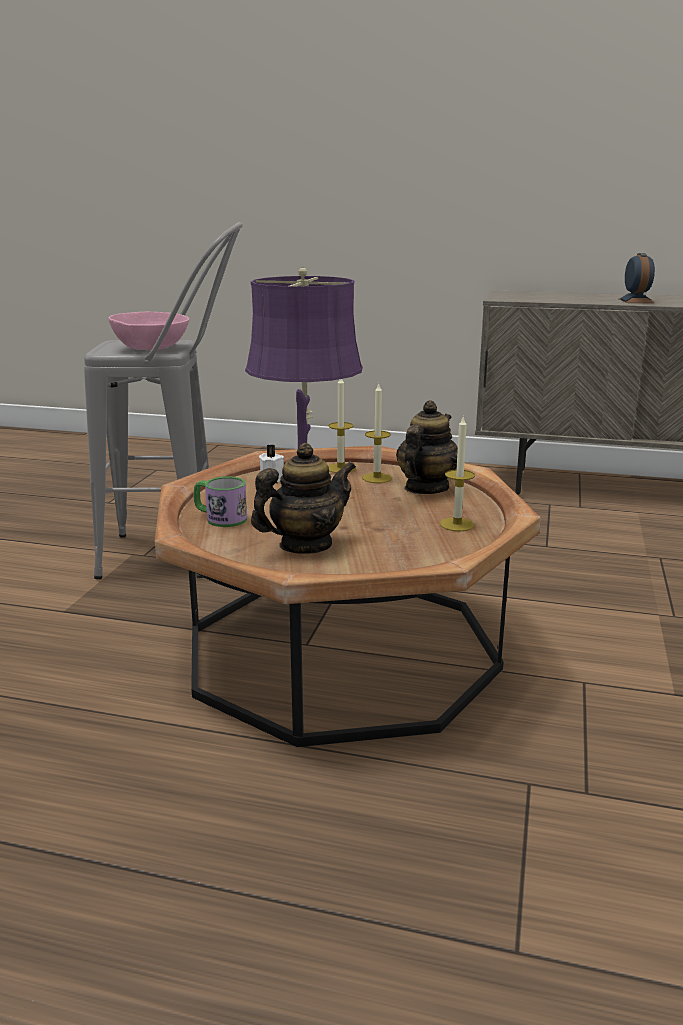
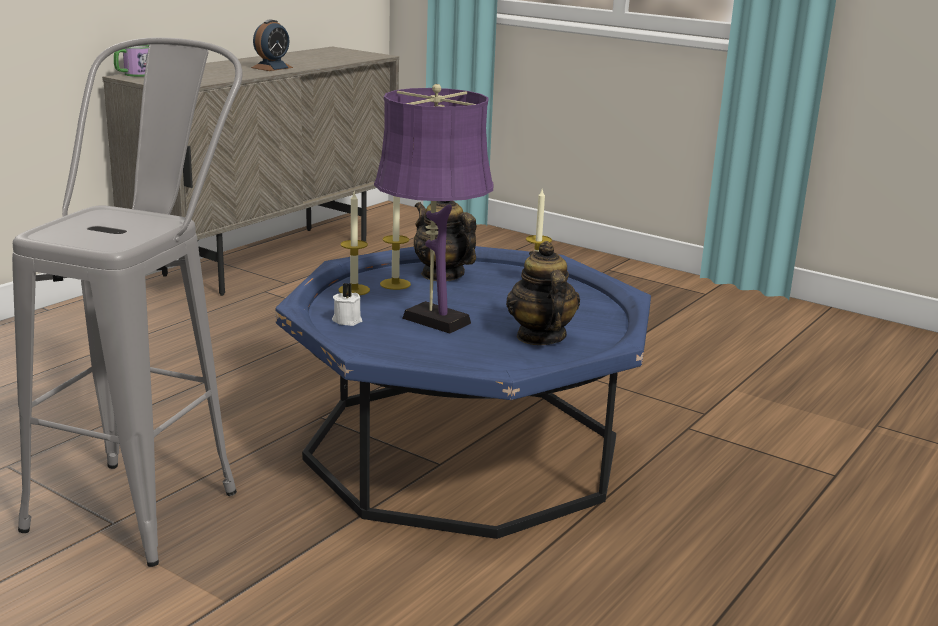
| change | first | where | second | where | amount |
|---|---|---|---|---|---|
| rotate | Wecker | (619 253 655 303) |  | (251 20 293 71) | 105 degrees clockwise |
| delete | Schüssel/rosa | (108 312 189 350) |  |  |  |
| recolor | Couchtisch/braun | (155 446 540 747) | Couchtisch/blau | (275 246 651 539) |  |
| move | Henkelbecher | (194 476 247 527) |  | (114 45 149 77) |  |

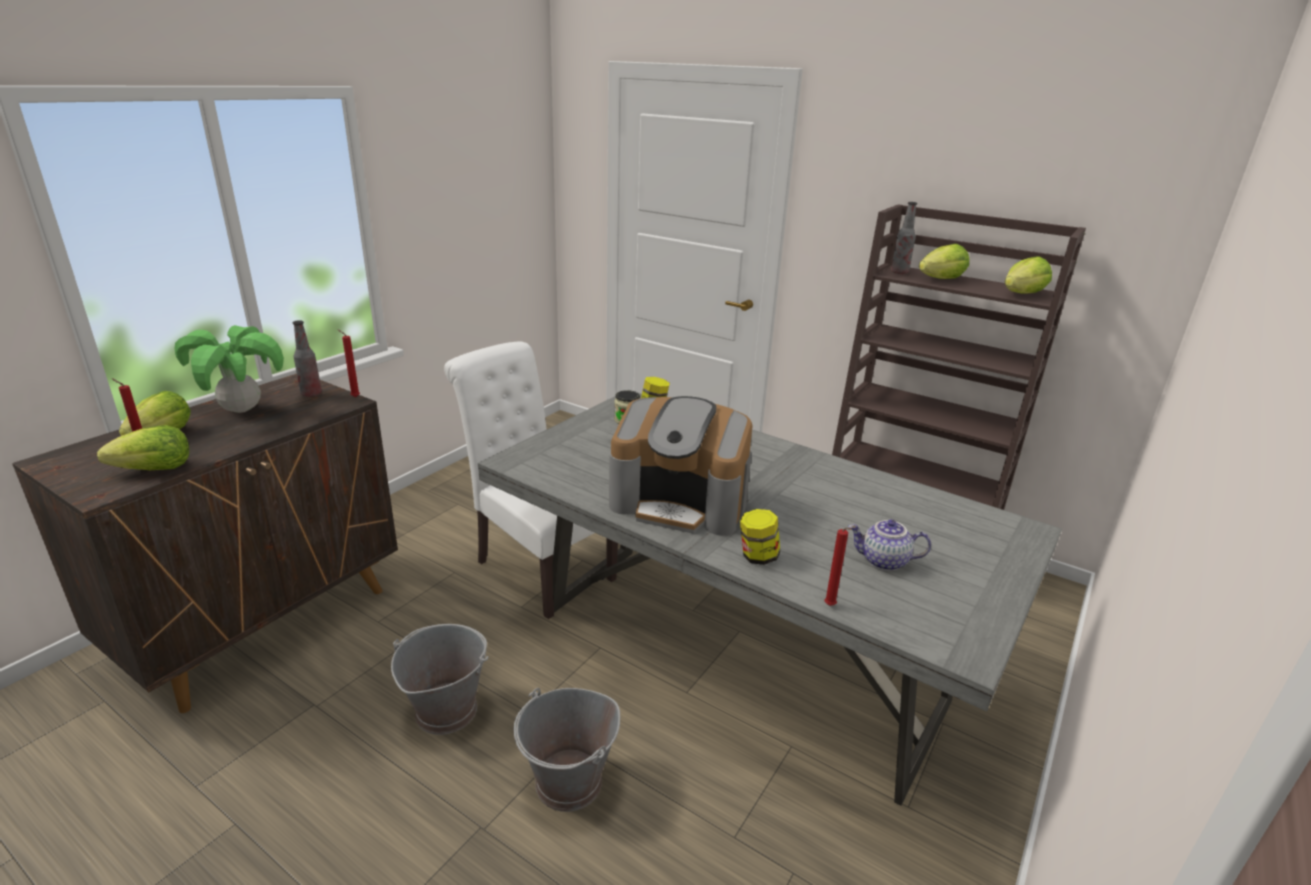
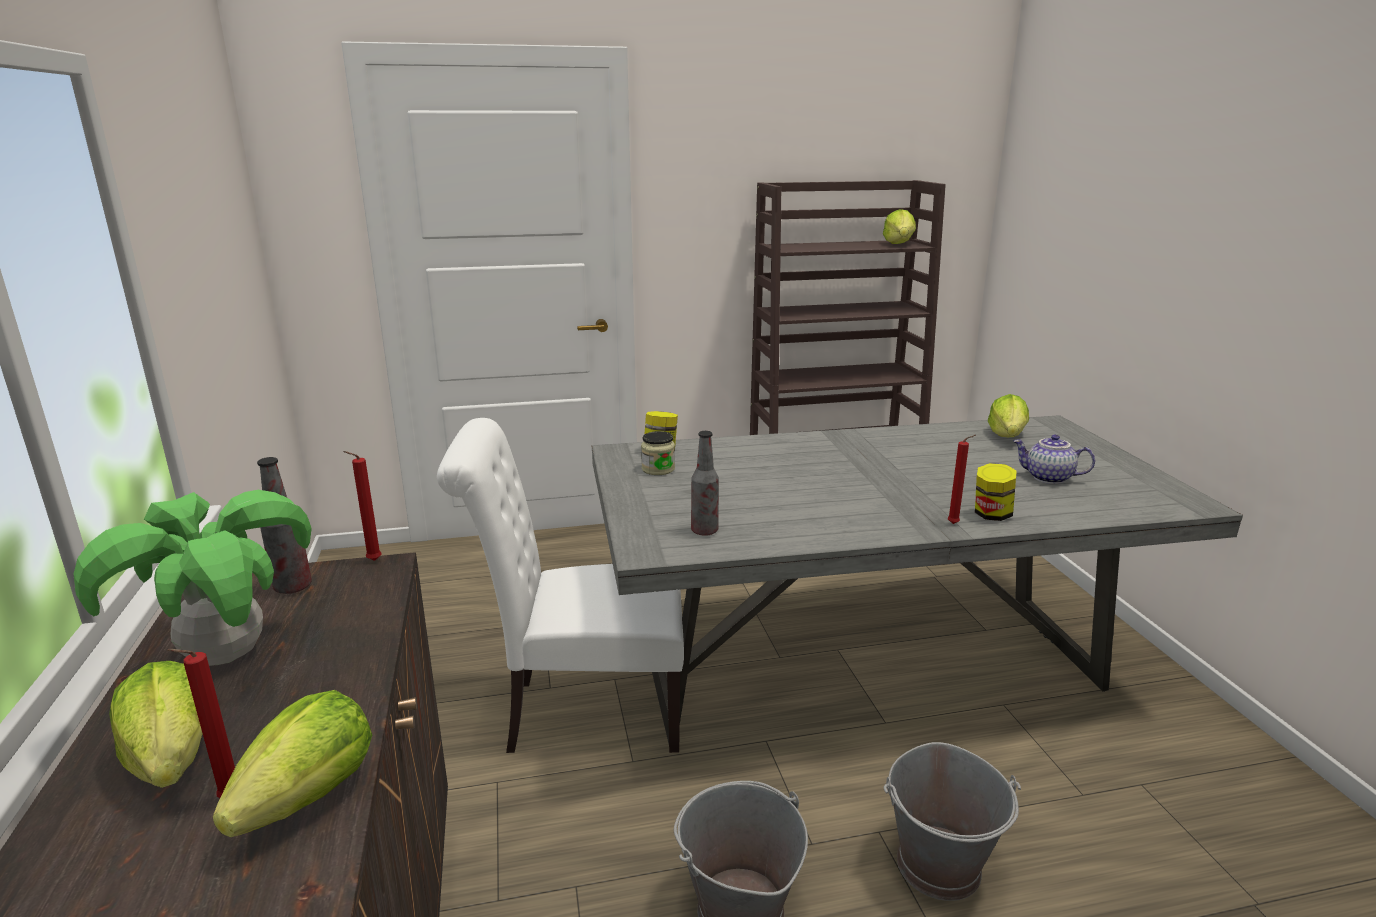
| change | first | where | second | where | amount |
|---|---|---|---|---|---|
| move | Flasche | (891 202 917 274) |  | (691 431 719 536) |  |
| move | Salatkopf | (919 244 969 279) |  | (988 394 1029 437) |  |
| delete | Kaffeemaschine | (609 396 753 536) |  |  |  |
| rotate | Teekanne | (848 520 931 571) |  | (1013 435 1095 484) | 60 degrees clockwise |
| move | Kerze/rot | (824 528 851 606) |  | (948 435 976 524) |  |

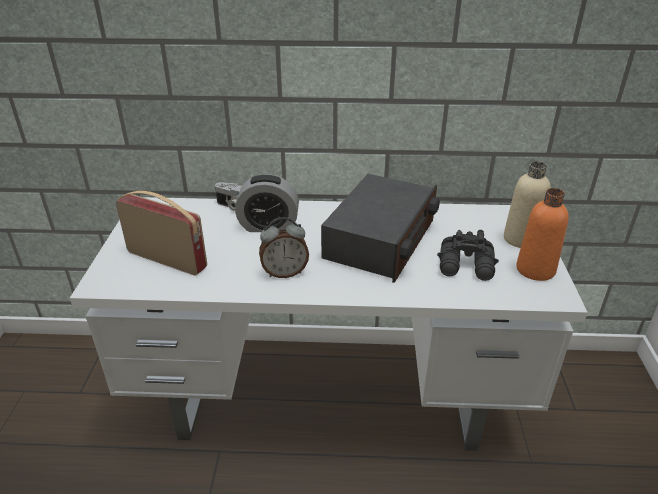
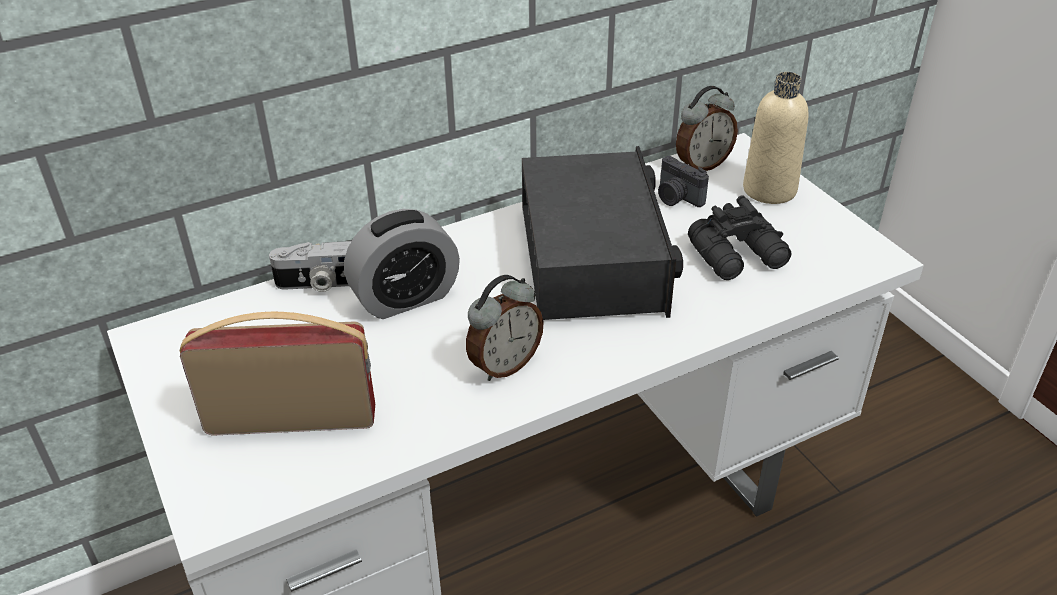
| change | first | where | second | where | amount |
|---|---|---|---|---|---|
| delete | Flasche/orange | (516 188 568 281) |  |  |  |
| insert |  |  | Wecker | (676 86 738 171) |  |
| insert |  |  | Kamera | (658 156 709 207) |  |

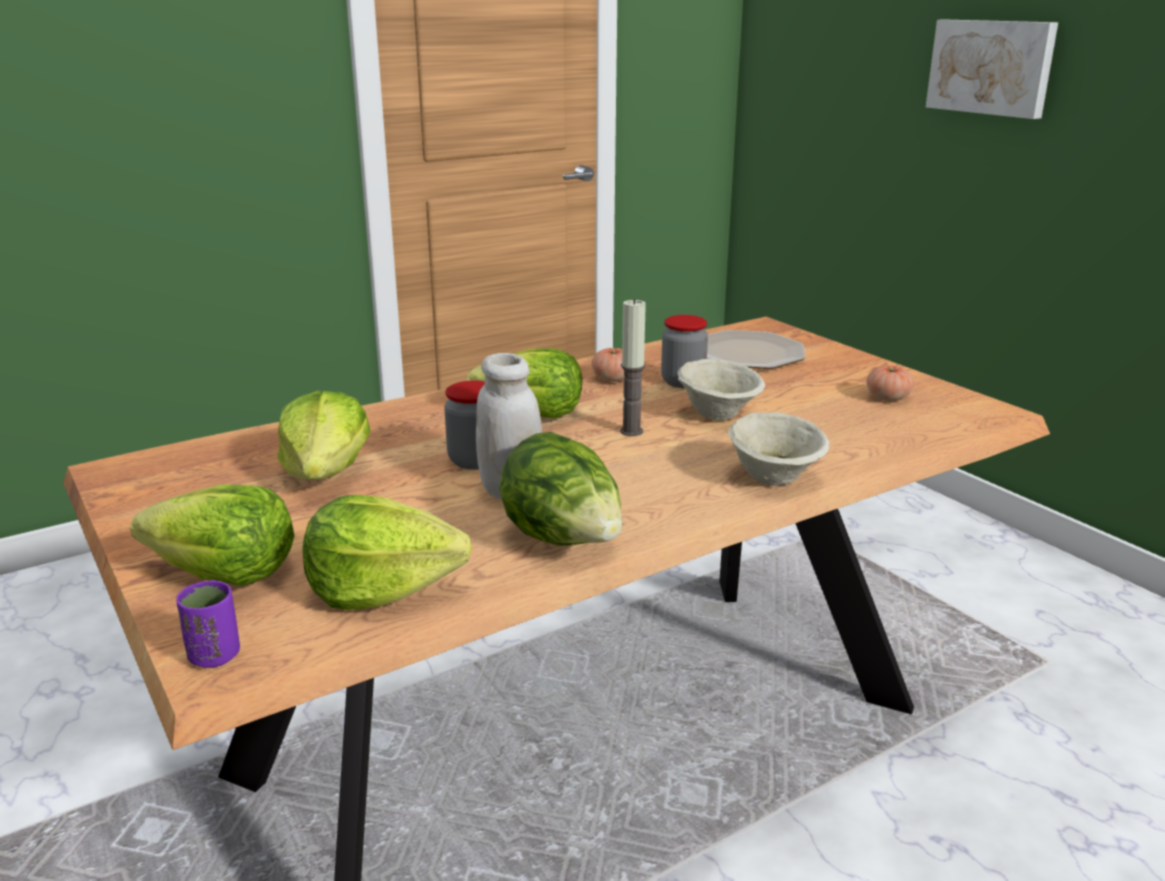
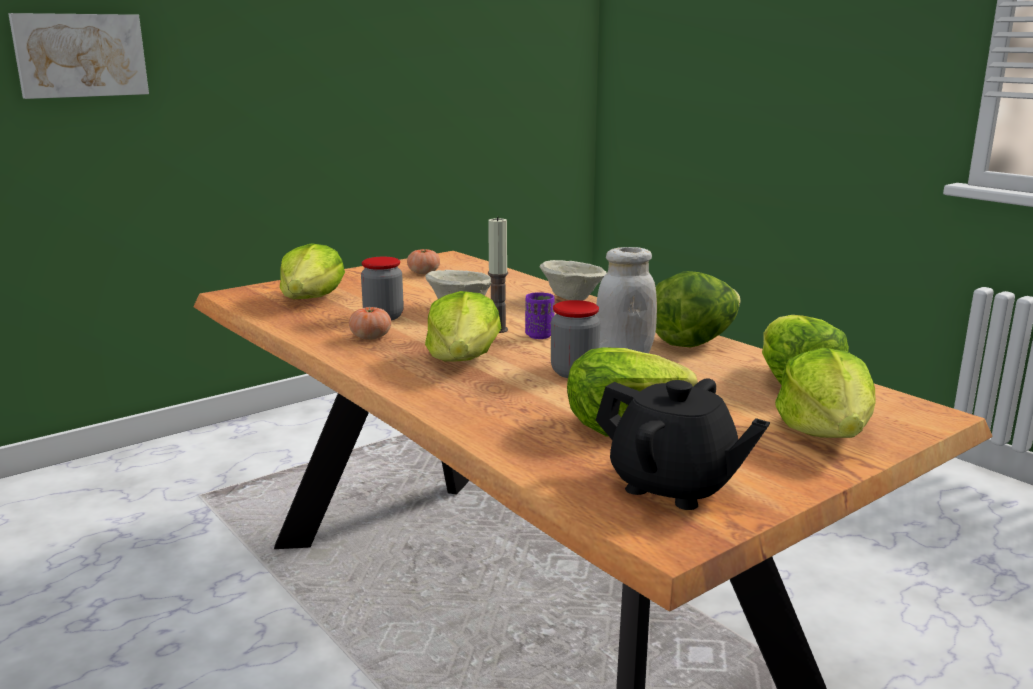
| change | first | where | second | where | amount |
|---|---|---|---|---|---|
| replace | Teller | (707 330 805 369) | Salatkopf | (280 243 345 299) |  |
| move | Tasse/lila | (176 580 240 668) |  | (525 292 555 339) |  |
| insert |  |  | Teekanne/schwarz | (596 378 770 510) |  |

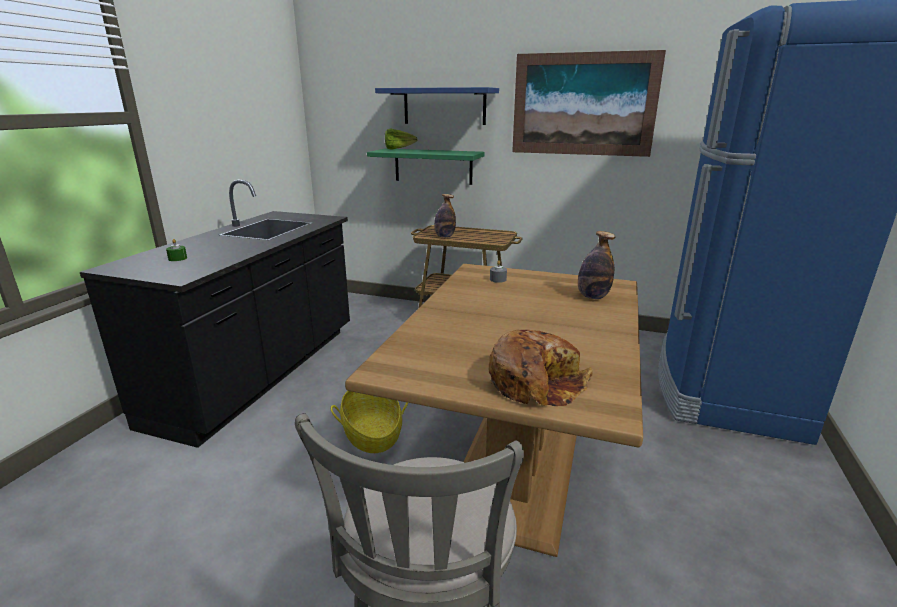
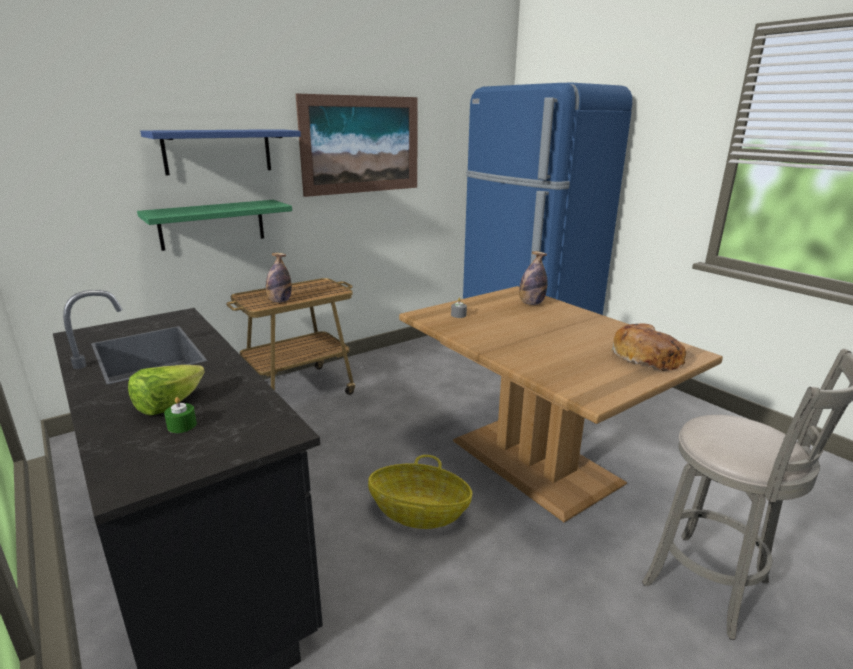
| change | first | where | second | where | amount |
|---|---|---|---|---|---|
| move | Salatkopf | (385 129 418 149) |  | (128 365 205 415) |  |

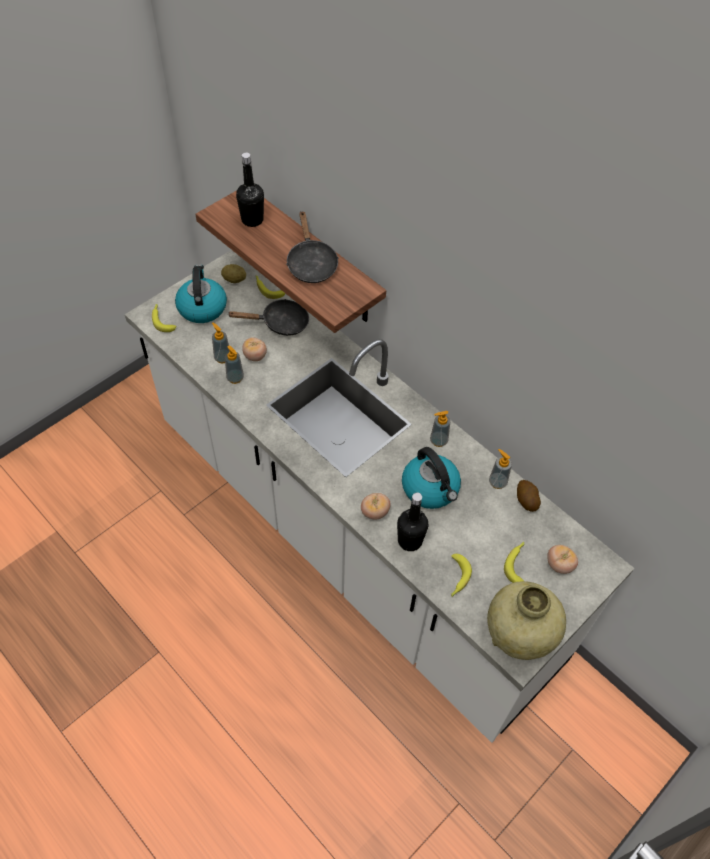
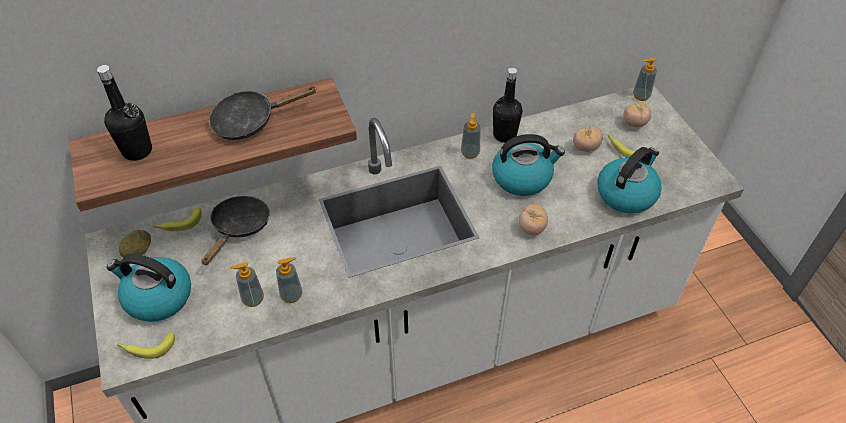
| change | first | where | second | where | amount |
|---|---|---|---|---|---|
| rotate | Pfanne/schwarz | (286 211 339 283) |  | (209 86 317 140) | 150 degrees clockwise |
| move | Tomate | (242 337 267 361) |  | (573 127 603 152) |  |
| move | Seifenspender | (489 449 512 489) |  | (633 57 657 101) |  |
| delete | Kartoffel | (517 480 541 512) |  |  |  |
| move | Flasche/schwarz | (397 493 428 551) |  | (493 68 523 143) |  |
| replace | Banane | (451 554 472 597) | Wasserkessel | (597 147 662 213) |  |
| delete | Vase/beige | (487 581 566 660) |  |  |  |

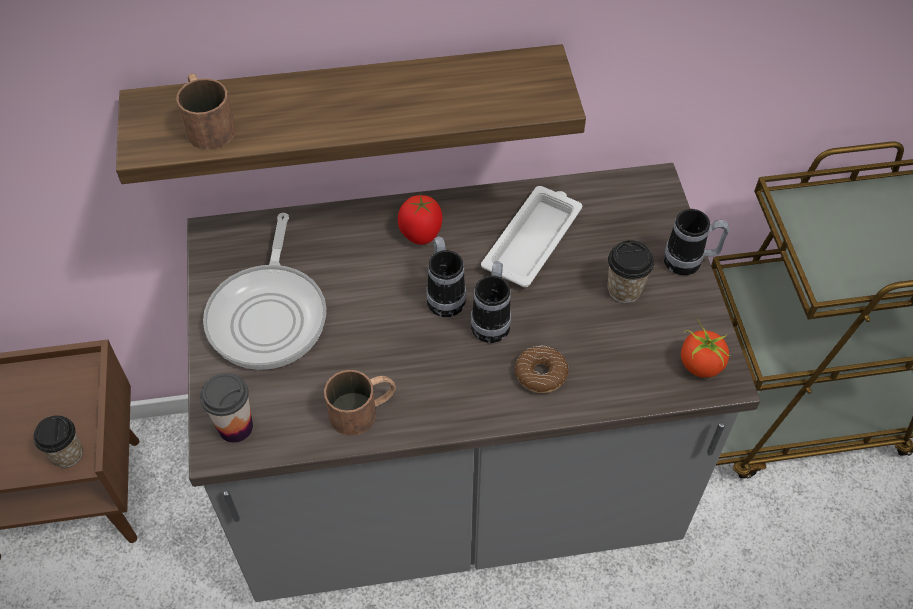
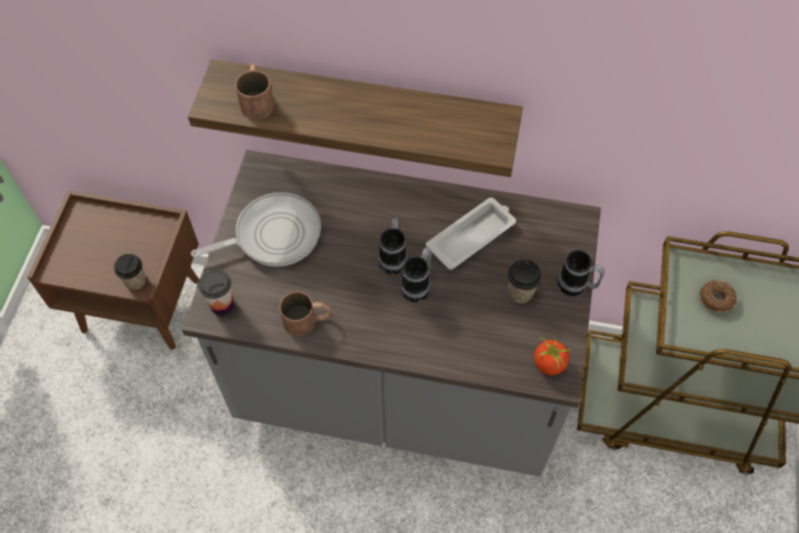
| change | first | where | second | where | amount |
|---|---|---|---|---|---|
| delete | Tomate | (398 195 443 245) |  |  |  |
| rotate | Pfanne | (203 213 326 370) |  | (191 192 321 267) | 135 degrees counterclockwise |
| move | Donut | (515 346 569 393) |  | (700 280 737 313) |  |

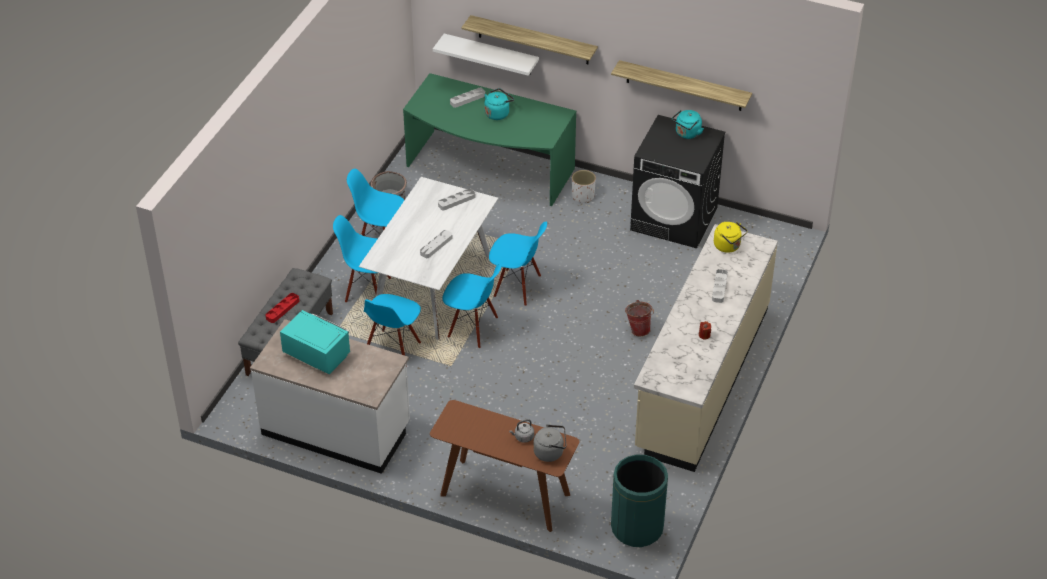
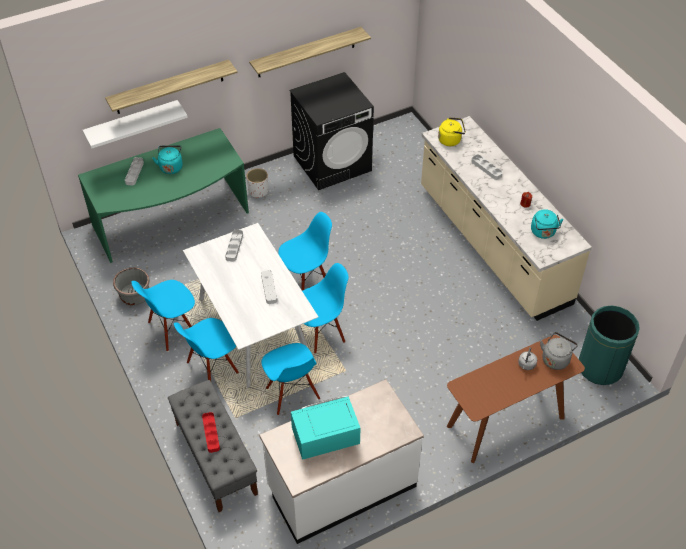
| change | first | where | second | where | amount |
|---|---|---|---|---|---|
| move | Wasserkessel/türkis | (672 110 704 139) |  | (531 209 564 239) |  |
| delete | Eimer | (625 300 654 336) |  |  |  |

